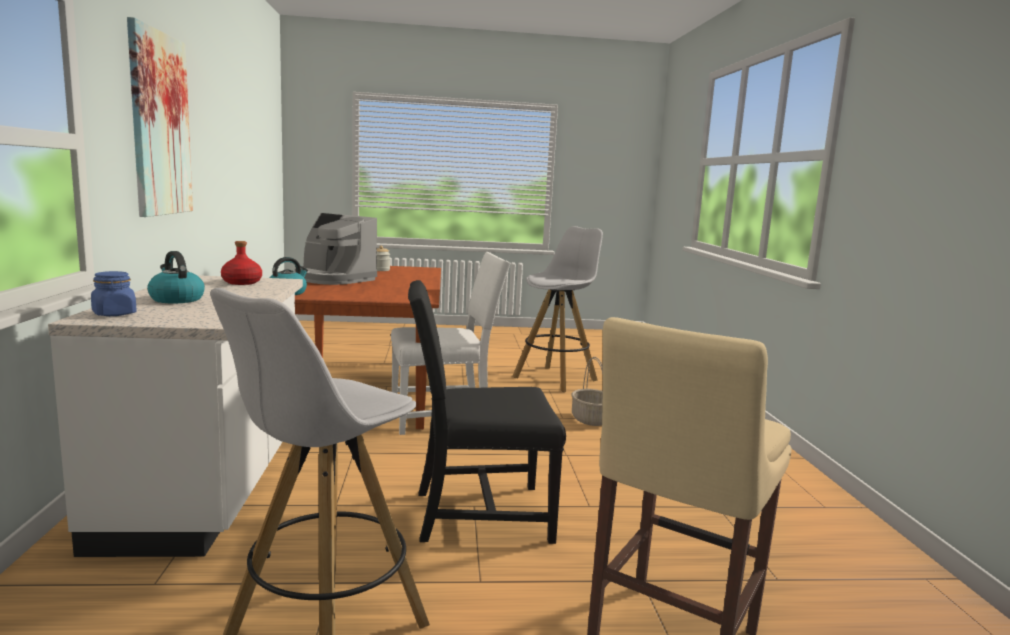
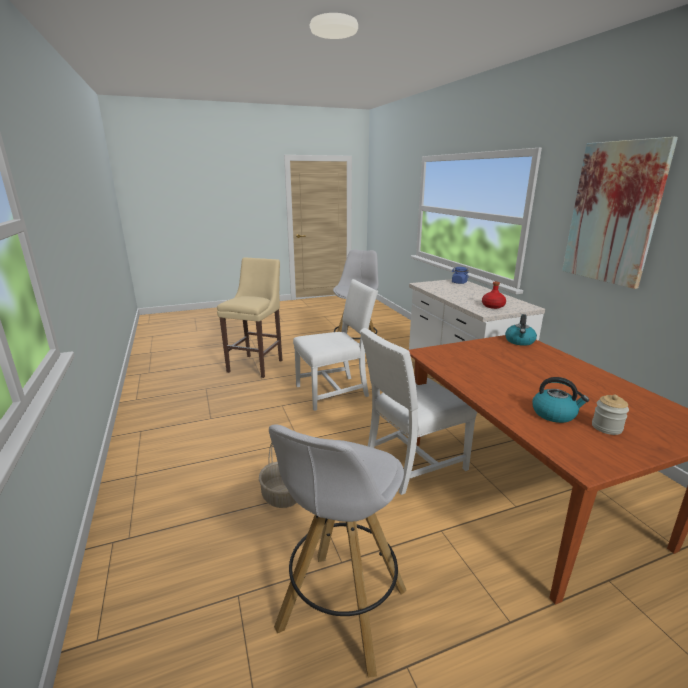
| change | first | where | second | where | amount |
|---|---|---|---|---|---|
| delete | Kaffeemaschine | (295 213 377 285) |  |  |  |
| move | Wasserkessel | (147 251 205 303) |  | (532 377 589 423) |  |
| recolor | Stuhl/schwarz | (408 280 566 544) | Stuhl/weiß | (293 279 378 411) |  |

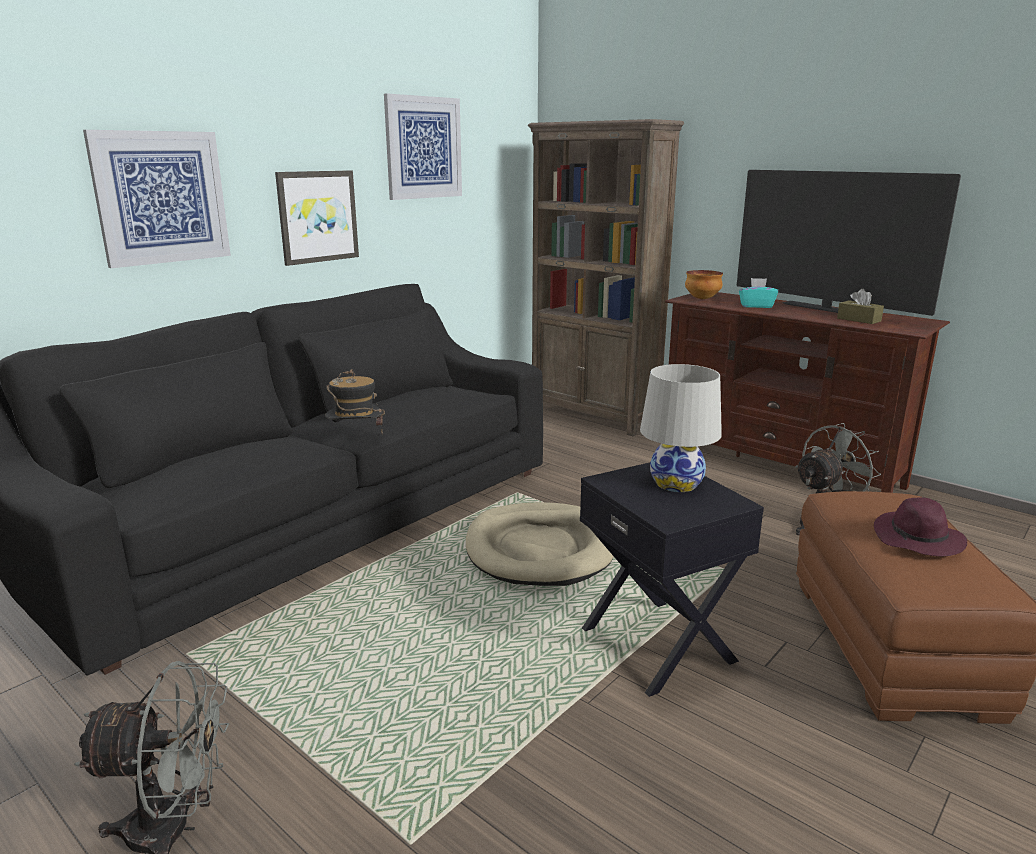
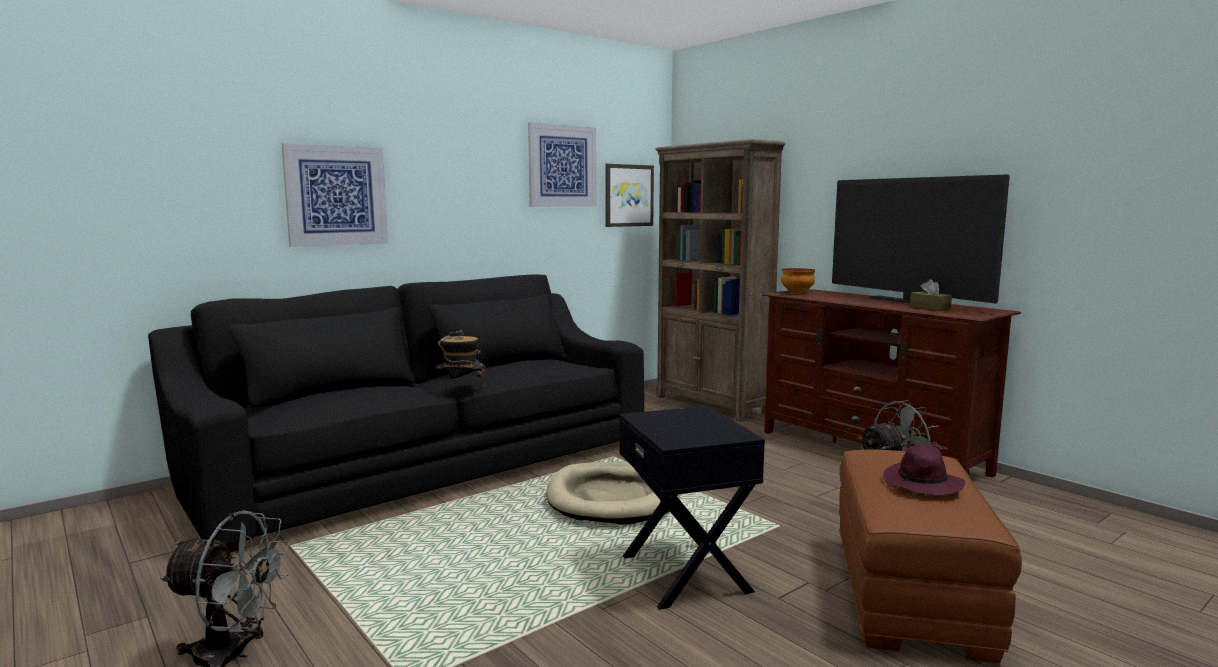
| change | first | where | second | where | amount |
|---|---|---|---|---|---|
| move | Bild | (275 170 359 266) |  | (606 164 654 227) |  |
| delete | Taschentuchbox/türkis | (739 278 778 308) |  |  |  |
| delete | Tischlampe/weiß | (640 364 722 492) |  |  |  |

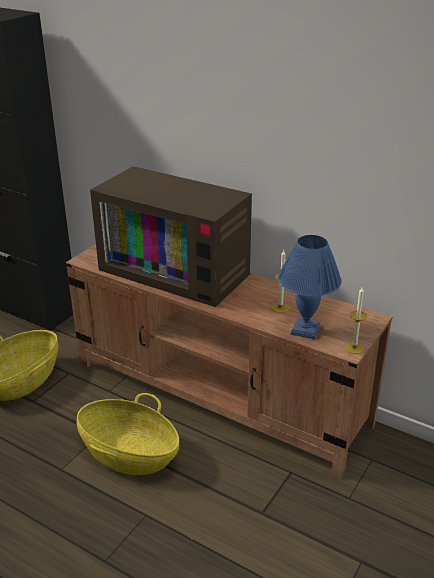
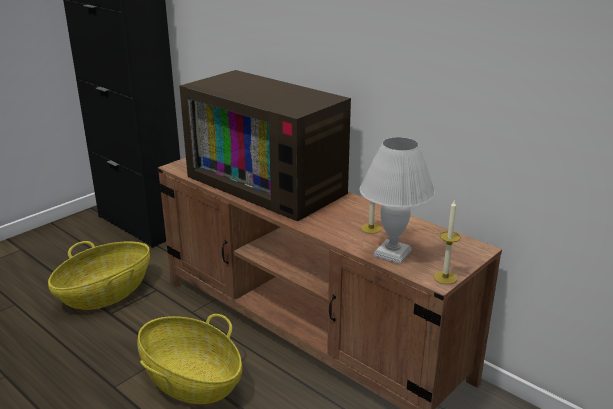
| change | first | where | second | where | amount |
|---|---|---|---|---|---|
| recolor | Tischlampe/blau | (278 235 342 339) | Tischlampe/weiß | (359 137 435 264) |  |

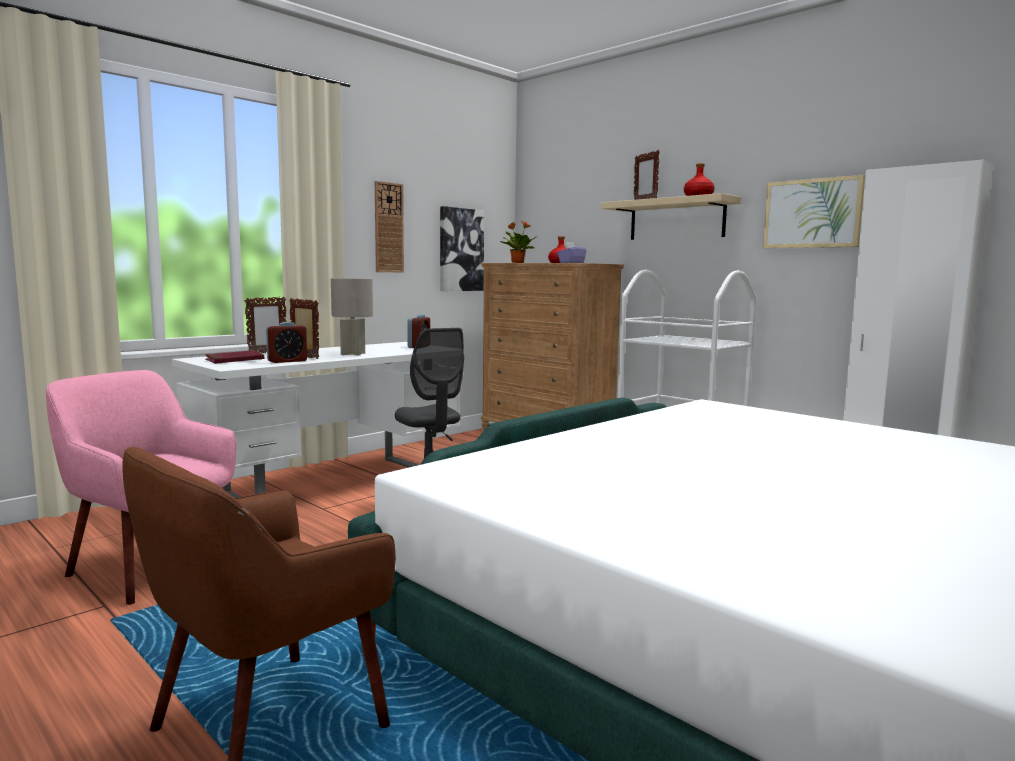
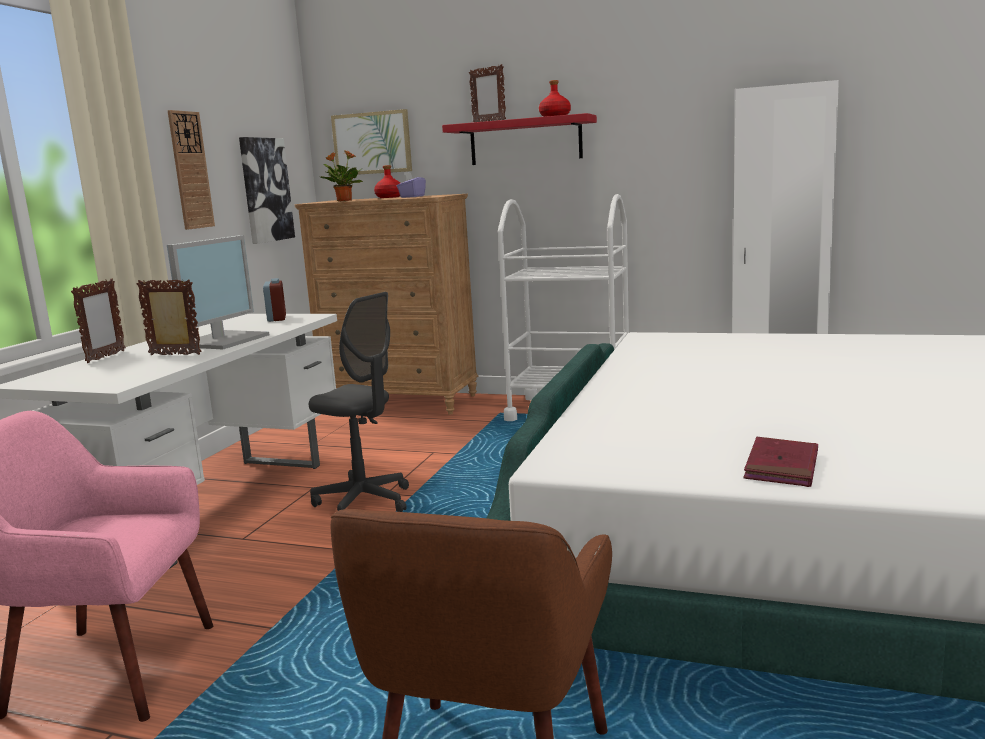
| change | first | where | second | where | amount |
|---|---|---|---|---|---|
| move | Bild | (763 175 865 248) |  | (331 109 412 176) |  |
| recolor | Wandregal/beige | (601 193 741 240) | Wandregal/rot | (442 113 597 165) |  |
| replace | Tischlampe/grau | (331 278 373 356) | Monitor | (167 235 269 349) |  |
| delete | Wecker | (266 322 307 363) |  |  |  |
| move | Buch/rot | (206 350 264 364) |  | (743 437 818 487) |  |

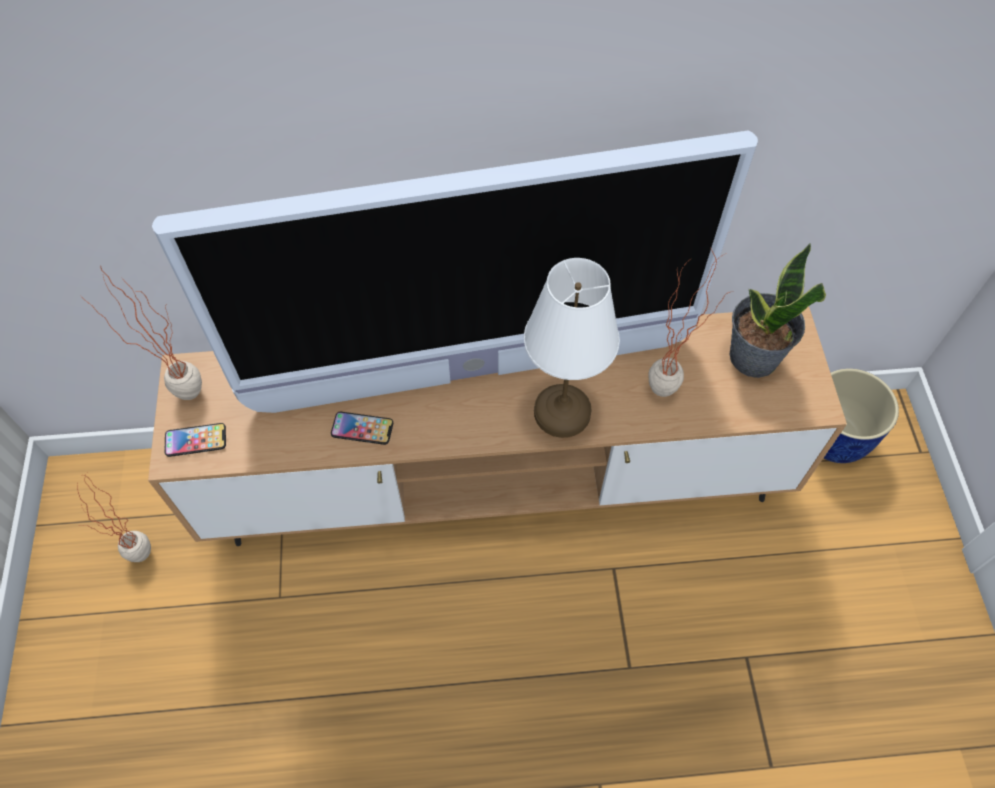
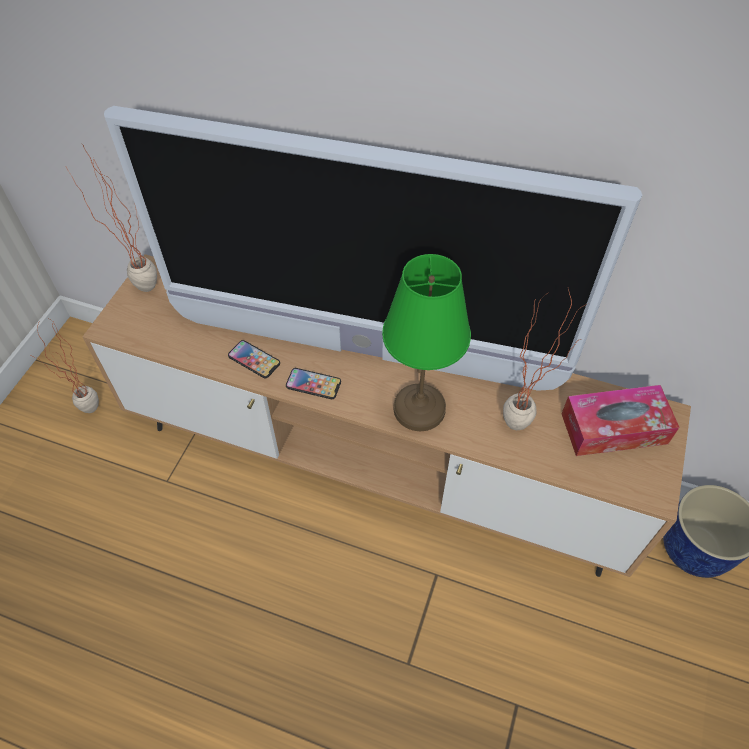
| change | first | where | second | where | amount |
|---|---|---|---|---|---|
| replace | Topfpflanze | (729 242 826 378) | Taschentuchbox | (561 385 679 456) |  |
| recolor | Tischlampe/weiß | (524 258 620 438) | Tischlampe/grün | (382 254 471 432) |  |
| move | Handy | (164 423 226 457) |  | (286 368 341 399) |  |

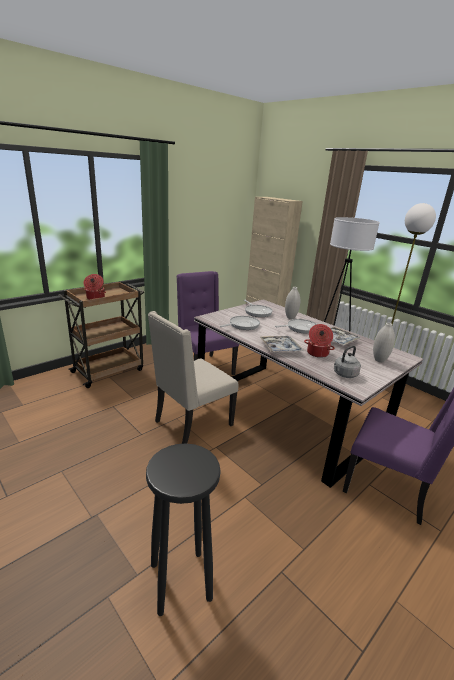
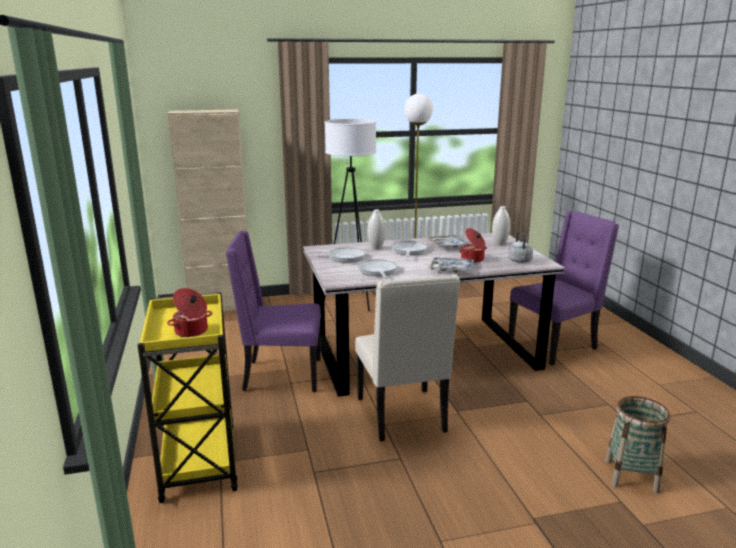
| change | first | where | second | where | amount |
|---|---|---|---|---|---|
| recolor | Rollwagen/braun | (59 282 144 388) | Rollwagen/gelb | (138 292 238 503) |  |
| replace | Hocker/schwarz | (146 443 221 616) | Korb | (605 396 670 493) |  |

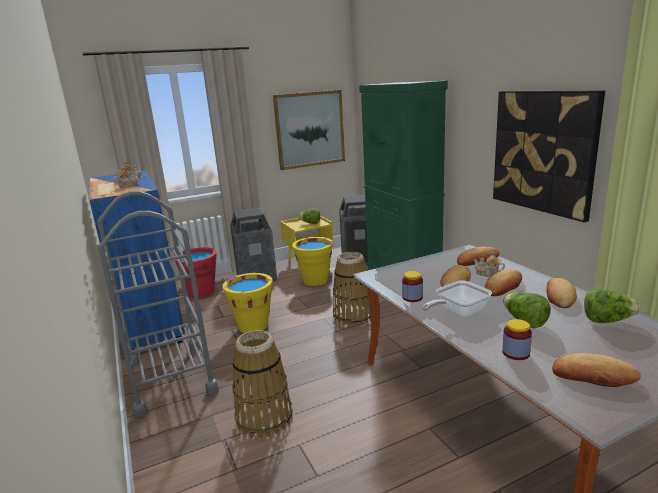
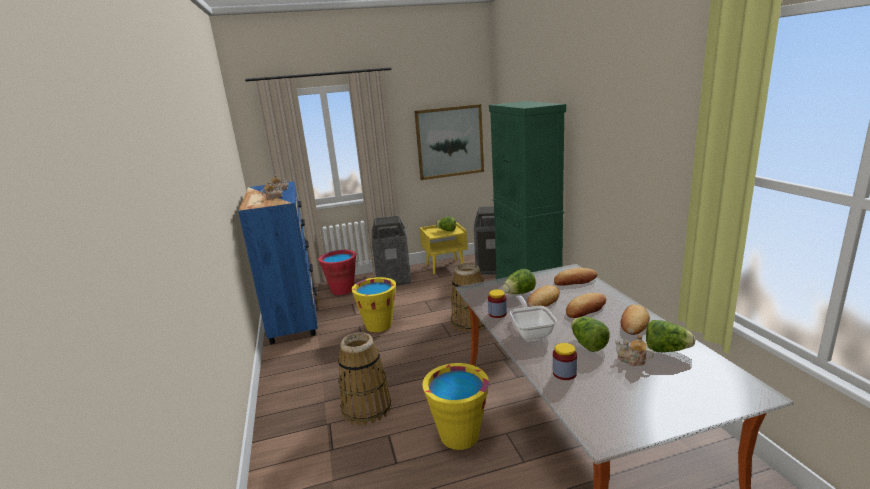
| change | first | where | second | where | amount |
|---|---|---|---|---|---|
| delete | Bild | (493 91 605 222) |  |  |  |
| delete | Rollwagen/grau | (97 191 219 418) |  |  |  |
| move | Eimer/gelb | (292 237 333 286) |  | (422 363 489 450) |  |
| move | Teekanne | (473 251 505 277) |  | (615 334 654 366) |  |
| rotate | Pfanne | (422 280 492 318) |  | (510 295 557 340) | 105 degrees clockwise |
| delete | Brot | (552 353 641 387) |  |  |  |
| insert |  |  | Salatkopf | (503 269 536 294) |  |

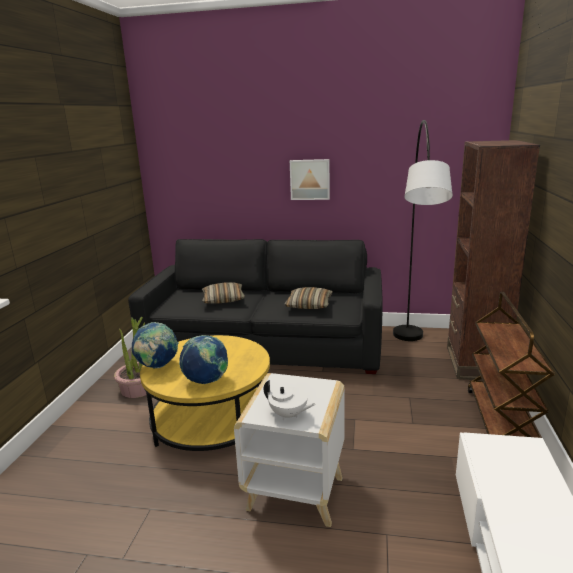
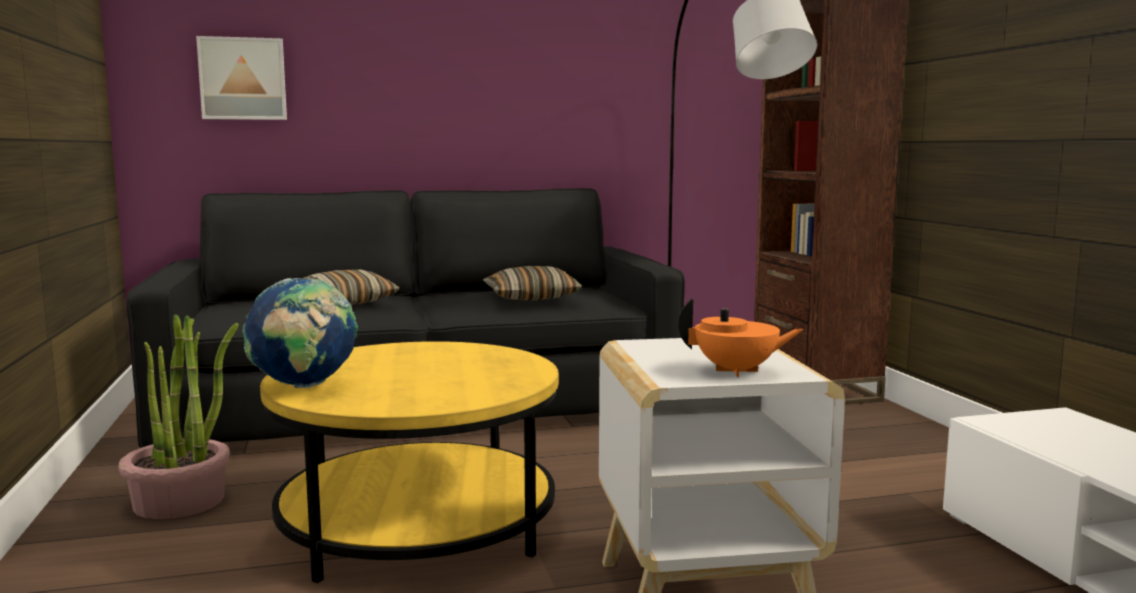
| change | first | where | second | where | amount |
|---|---|---|---|---|---|
| move | Bild | (290 159 330 200) |  | (196 36 287 120) |  |
| delete | Rollwagen/braun | (468 292 555 438) |  |  |  |
| delete | Globus | (179 335 228 384) |  |  |  |
| recolor | Teekanne/weiß | (264 380 316 420) | Teekanne/orange | (678 298 804 377) |  |

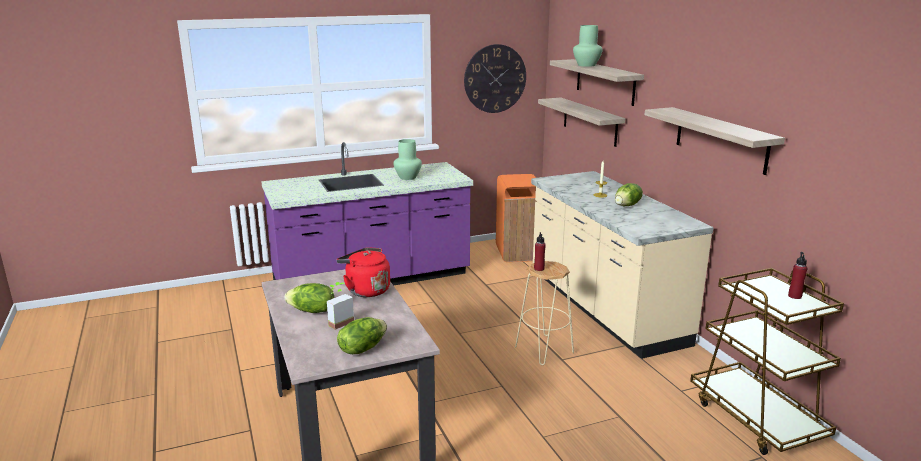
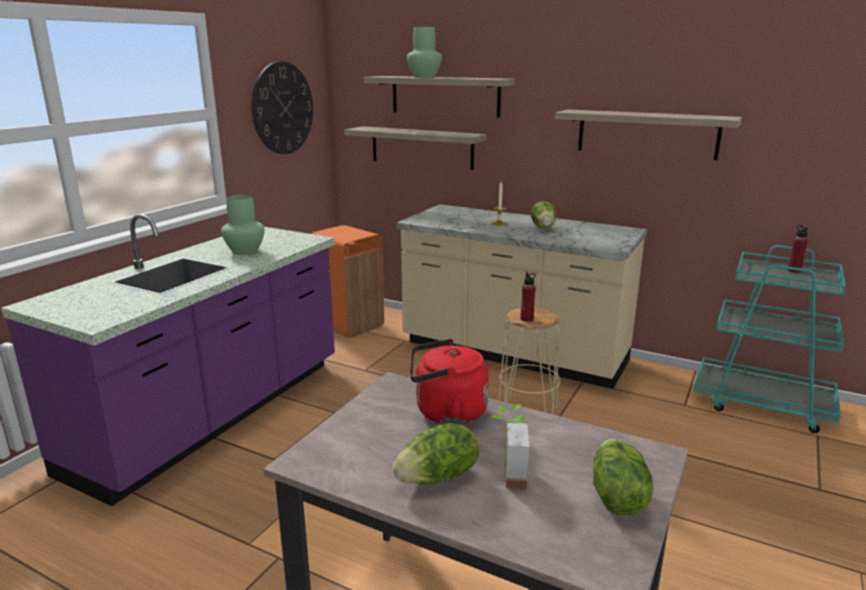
| change | first | where | second | where | amount |
|---|---|---|---|---|---|
| recolor | Rollwagen/braun | (690 268 844 455) | Rollwagen/türkis | (693 245 846 433) |  |

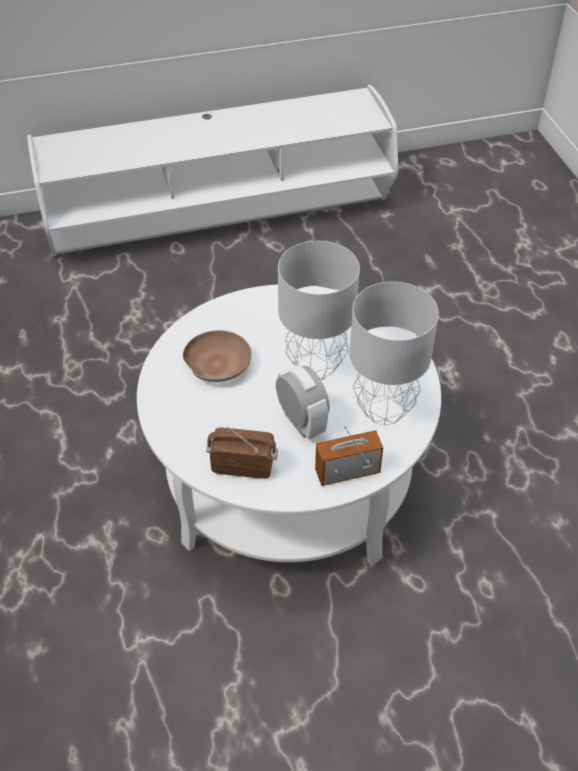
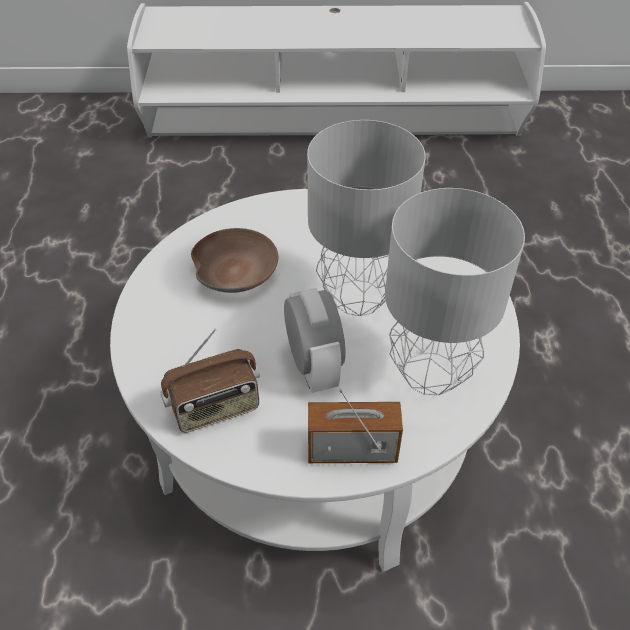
| change | first | where | second | where | amount |
|---|---|---|---|---|---|
| rotate | Radio | (206 426 278 479) |  | (160 329 260 432) | 135 degrees clockwise |

